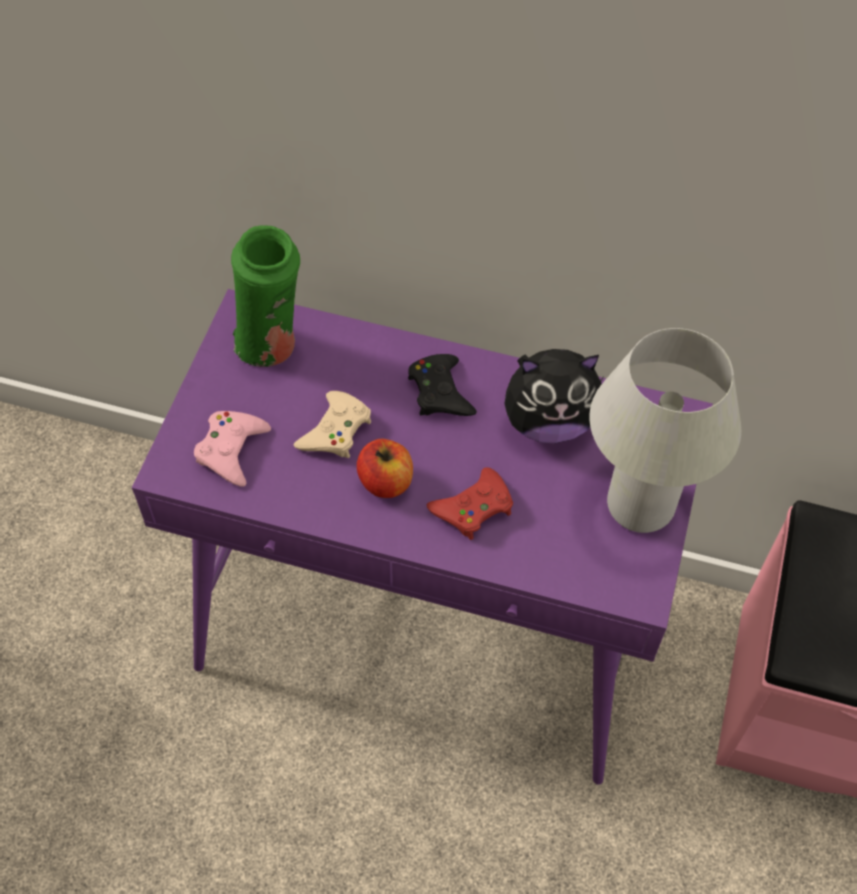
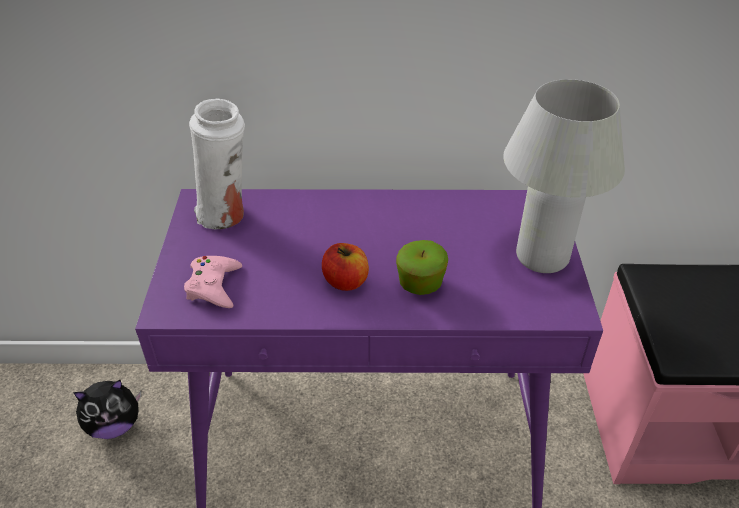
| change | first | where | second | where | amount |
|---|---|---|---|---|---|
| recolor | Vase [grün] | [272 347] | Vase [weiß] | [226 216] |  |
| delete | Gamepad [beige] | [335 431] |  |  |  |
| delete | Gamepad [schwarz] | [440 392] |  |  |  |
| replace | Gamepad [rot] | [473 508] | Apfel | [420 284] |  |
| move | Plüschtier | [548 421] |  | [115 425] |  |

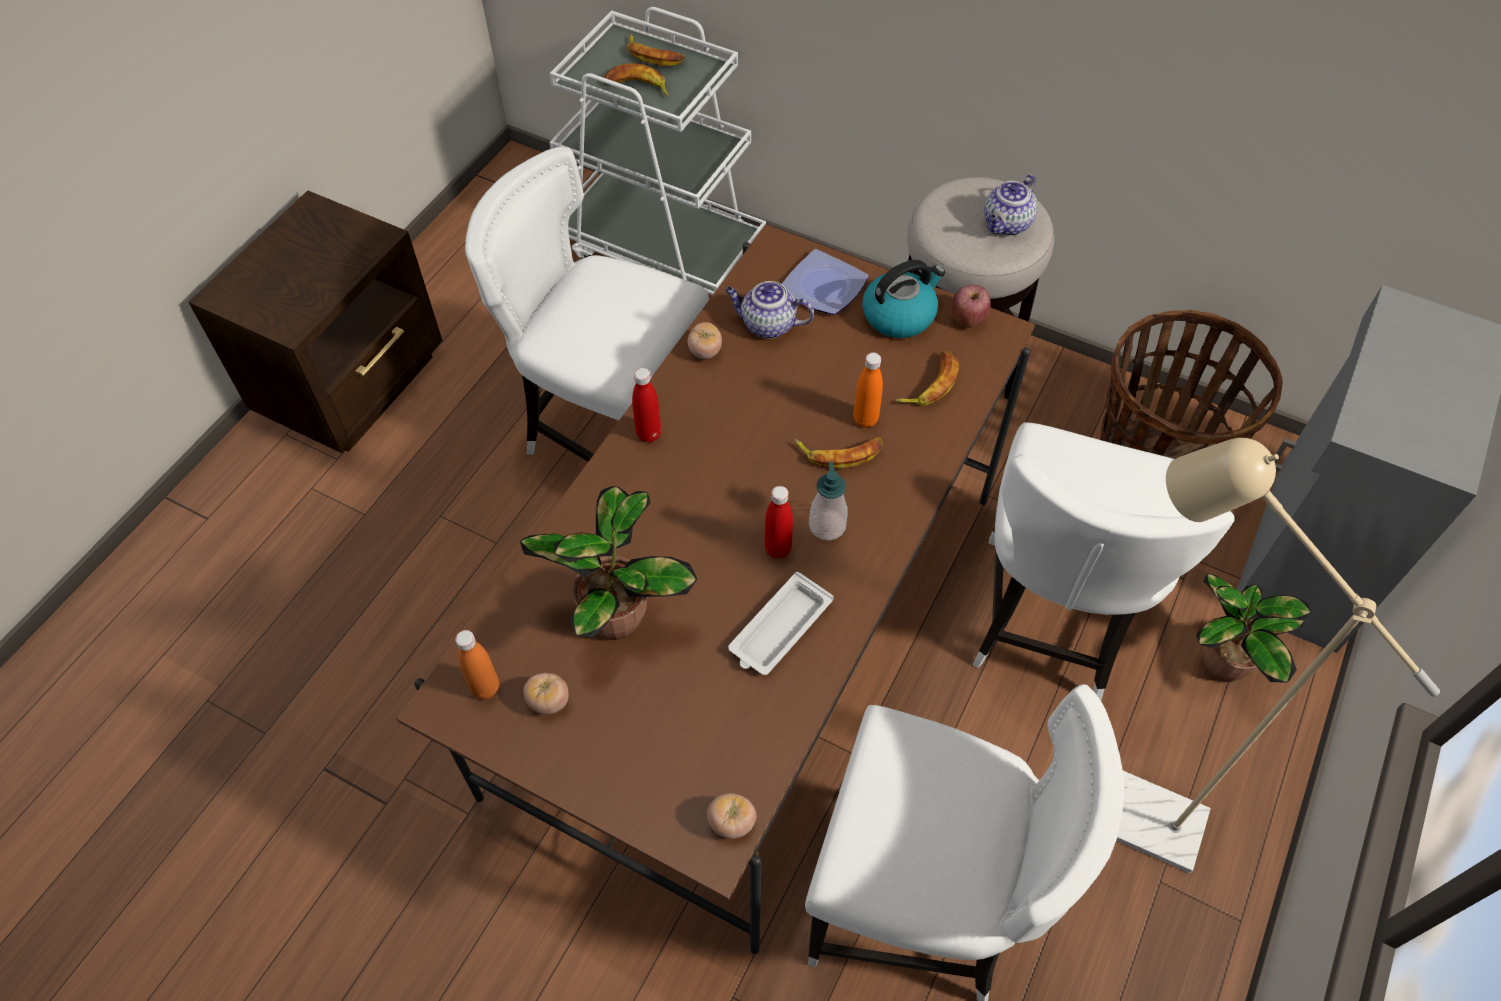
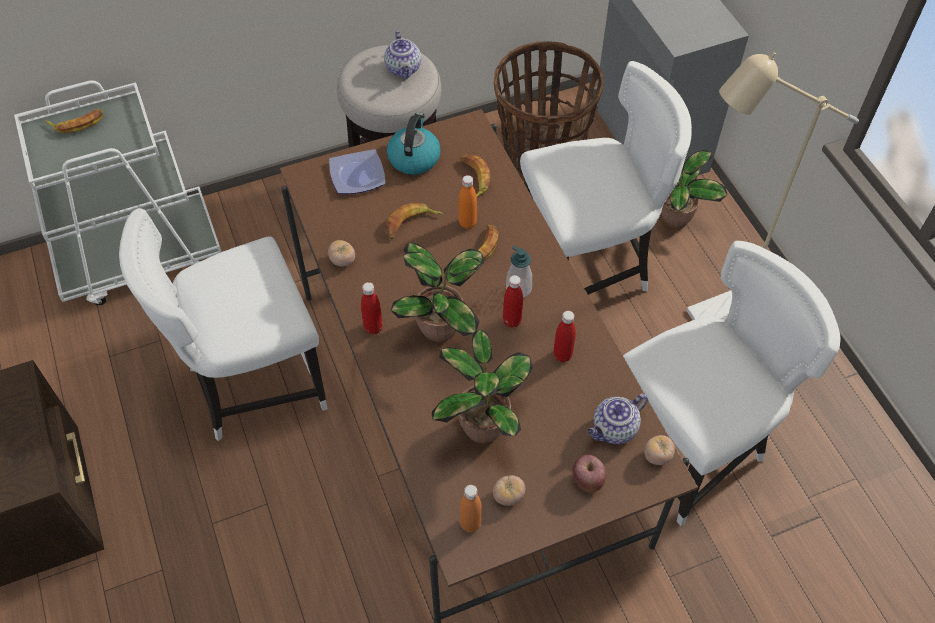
| change | first | where | second | where | amount |
|---|---|---|---|---|---|
| move | Banane | [637 87] |  | [410 224] |  |
| move | Teekanne | [767 325] |  | [614 430] |  |
| replace | Tablett [weiß] | [779 629] | Flasche [rot] | [562 355] |  |
| move | Apfel | [968 319] |  | [587 480] |  |
| rotate | Stuhl [weiß] | [1048 622] |  | [587 269] | 75 degrees counterclockwise |
| insert |  |  | Topfpflanze | [442 327] |  |

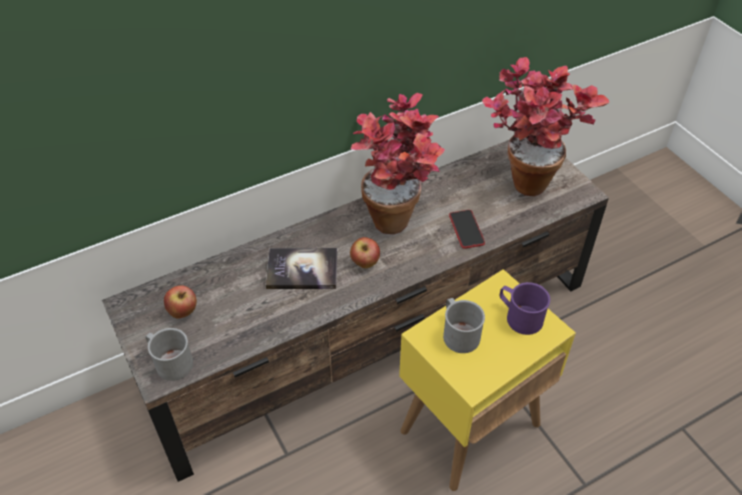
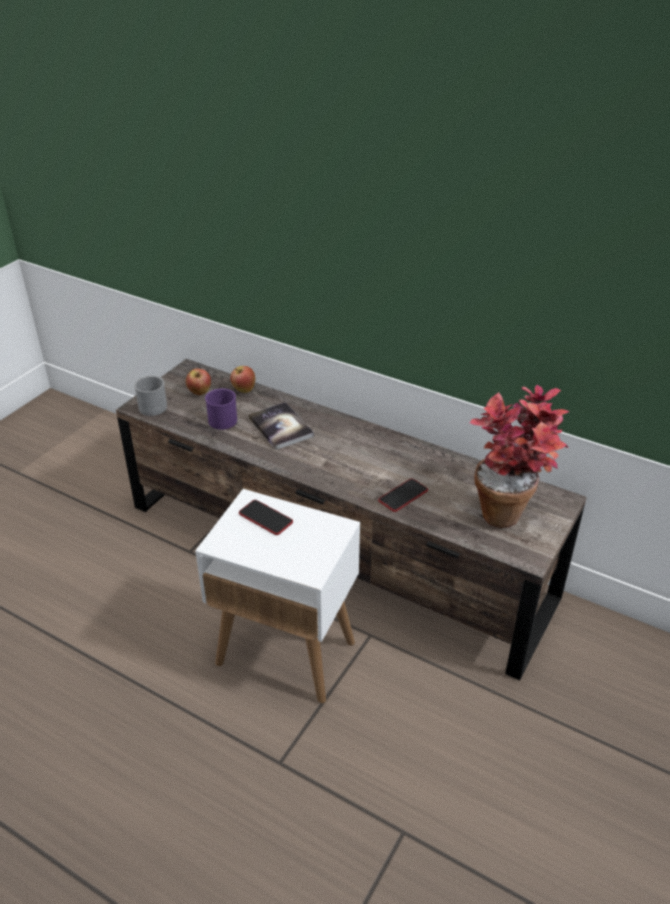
| change | first | where | second | where | amount |
|---|---|---|---|---|---|
| move | Apfel | [365 263] |  | [243 390] |  |
| delete | Topfpflanze | [397 213] |  |  |  |
| recolor | Beistelltisch [gelb] | [471 427] | Beistelltisch [weiß] | [287 653] |  |
| replace | Henkelbecher [grau] | [458 333] | Handy | [265 518] |  |
| move | Henkelbecher [lila] | [519 316] |  | [224 418] |  |

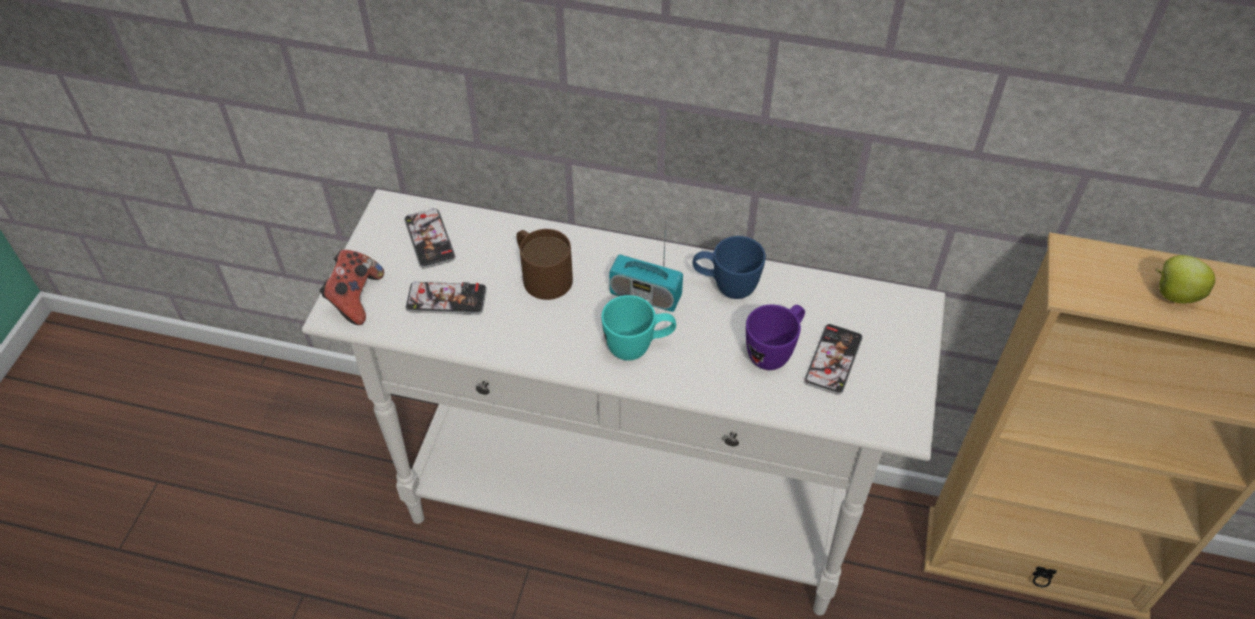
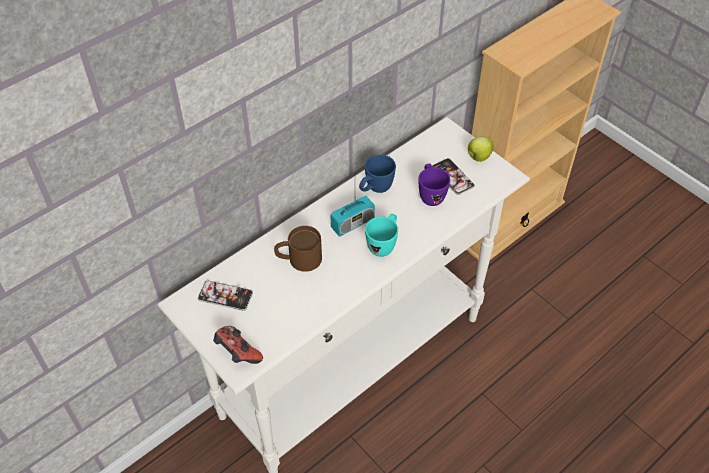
| change | first | where | second | where | amount |
|---|---|---|---|---|---|
| delete | Handy | [446 299] |  |  |  |
| move | Apfel | [1174 294] |  | [478 157] |  |

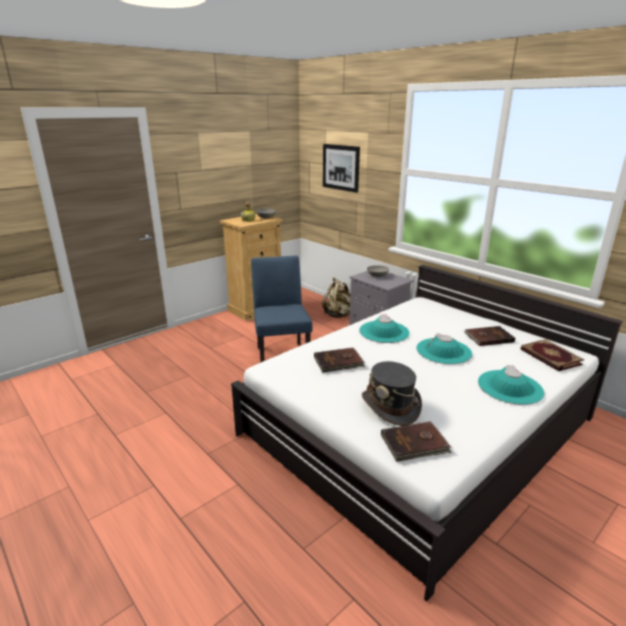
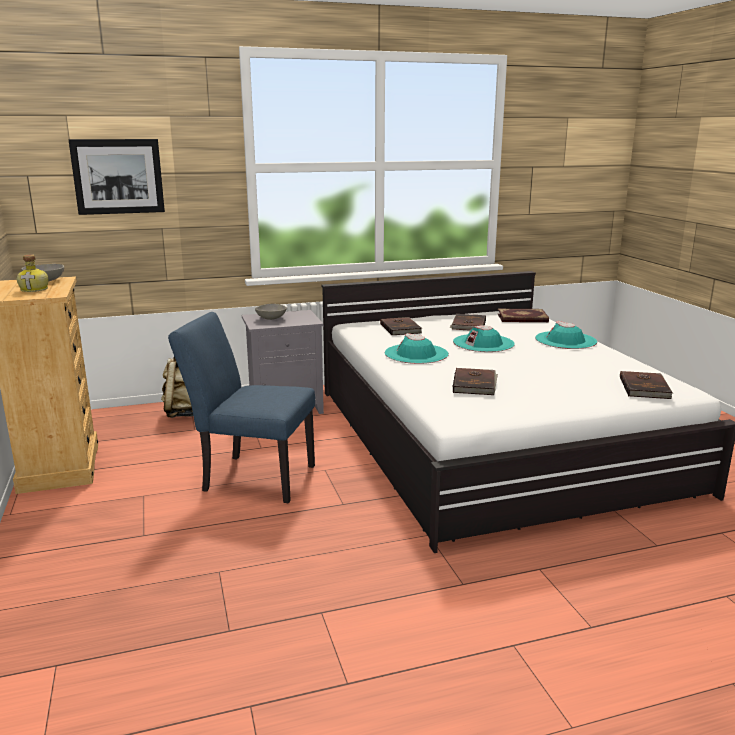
| change | first | where | second | where | amount |
|---|---|---|---|---|---|
| delete | Hut [grau] | [391 406] |  |  |  |
| insert |  |  | Buch [braun] | [401 328] |  |

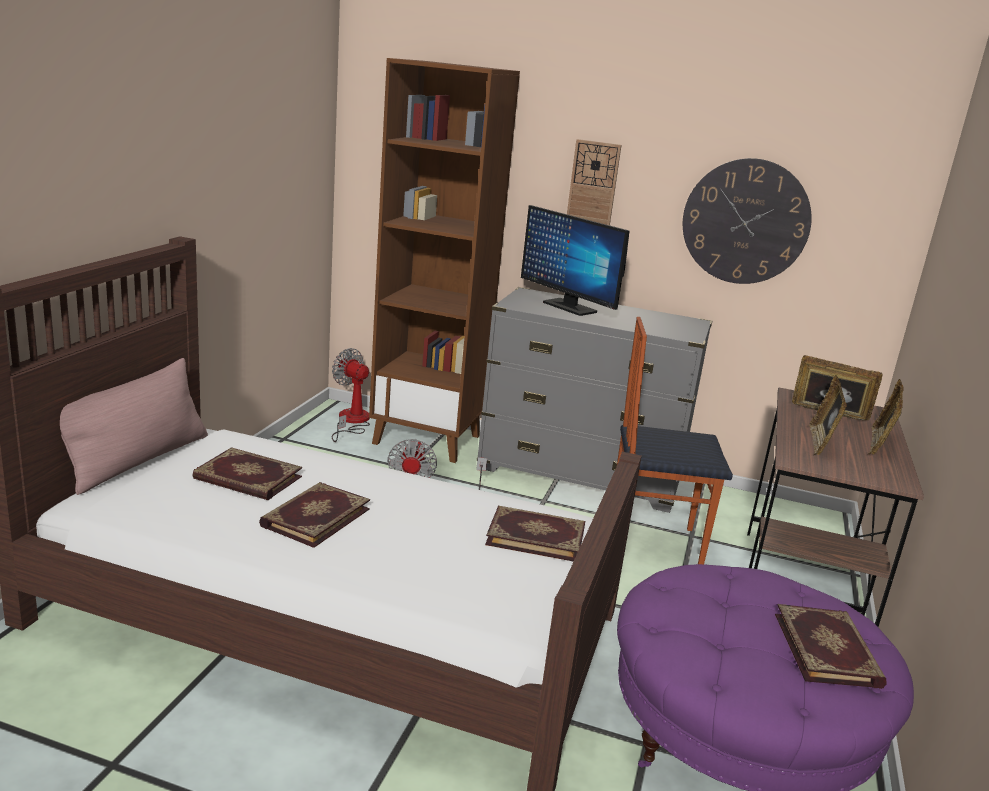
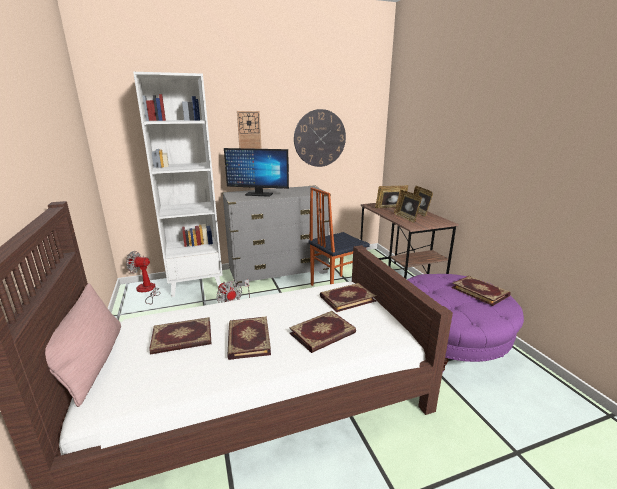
| change | first | where | second | where | amount |
|---|---|---|---|---|---|
| recolor | Bücherregal [braun] | [428 439] | Bücherregal [weiß] | [196 283] |  |
| insert |  |  | Buch | [323 334] |  |

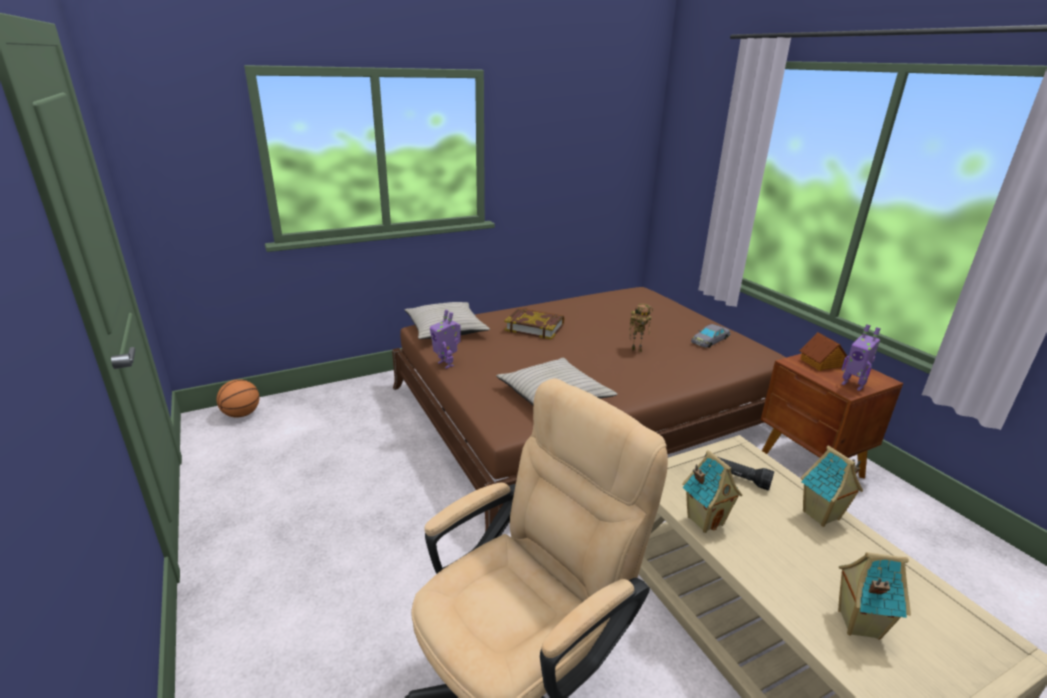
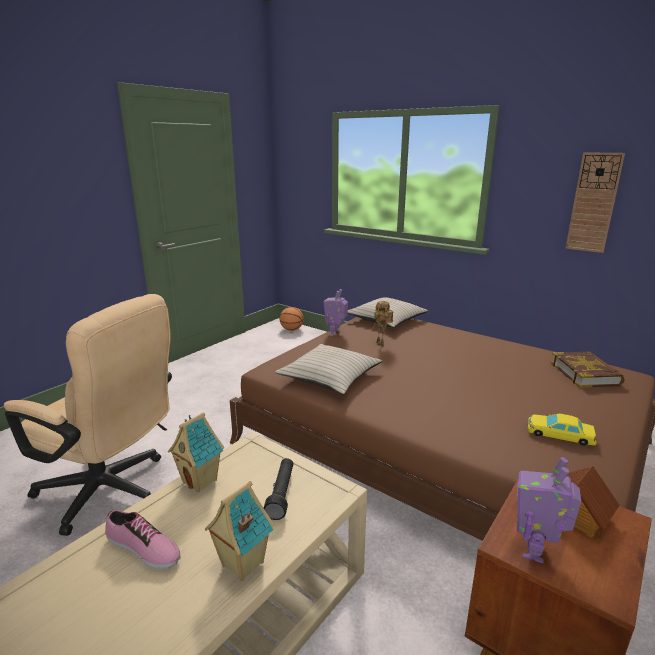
| change | first | where | second | where | amount |
|---|---|---|---|---|---|
| move | Buch | [534 327] |  | [585 373] |  |
| move | Spielzeugroboter | [636 350] |  | [381 344] |  |
| recolor | Spielzeugauto [grau] | [710 340] | Spielzeugauto [gelb] | [559 434] |  |
| delete | Spielzeughaus | [857 623] |  |  |  |
| insert |  |  | Schuh | [142 548] |  |
| insert |  |  | Wanduhr | [593 203] |  |

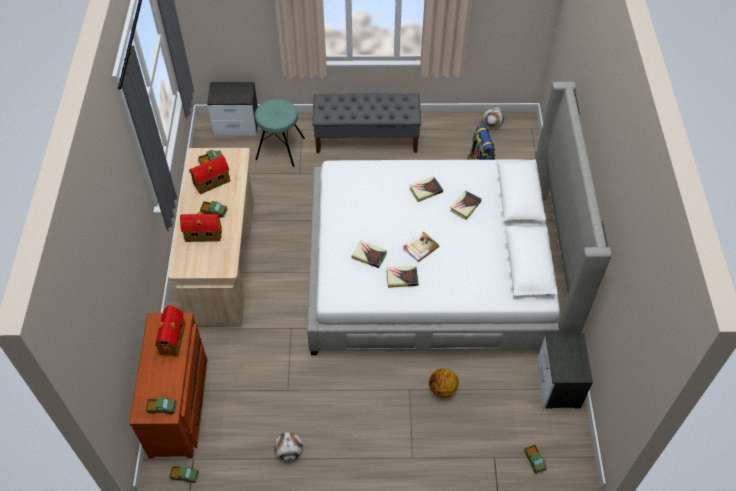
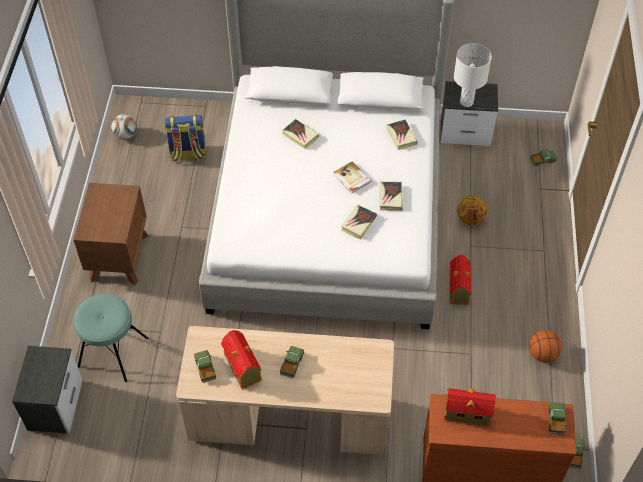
| change | first | where | second | where | amount |
|---|---|---|---|---|---|
| move | Spielzeughaus | [202 234] |  | [458 289] |  |
| replace | Fußball | [289 452] | Basketball | [542 354] |  |
| replace | Bank [grau] | [367 139] | Nachttisch [braun] | [119 256] |  |
| move | Buch | [425 190] |  | [401 136] |  |
| insert |  |  | Tischlampe [weiß] | [466 102] |  |

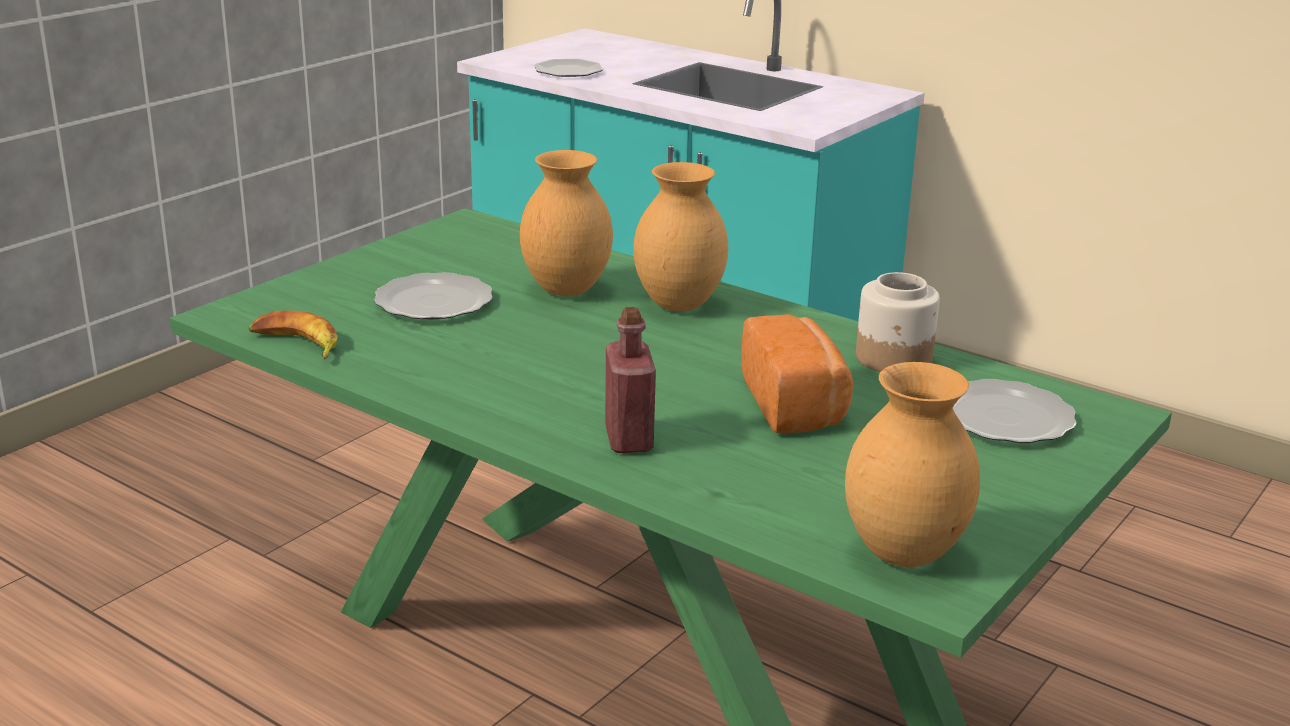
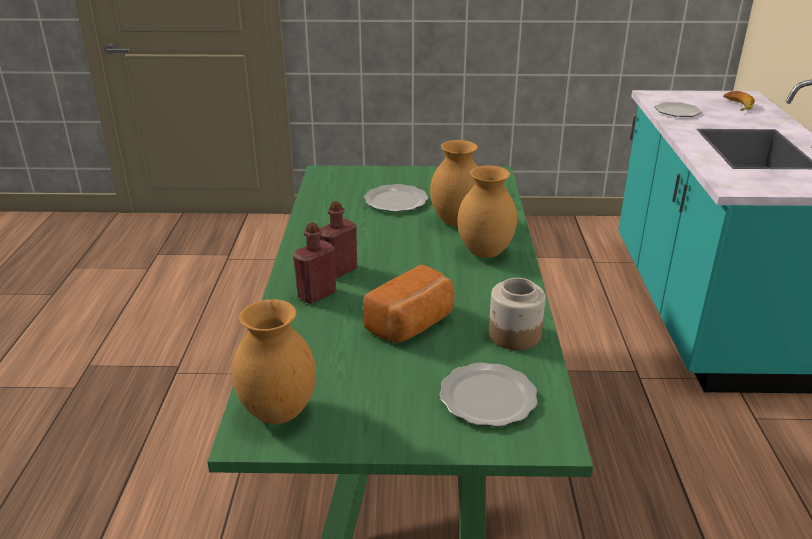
| change | first | where | second | where | amount |
|---|---|---|---|---|---|
| move | Banane | [296 344] |  | [737 105] |  |
| insert |  |  | Flasche [rot] | [339 270] |  |

